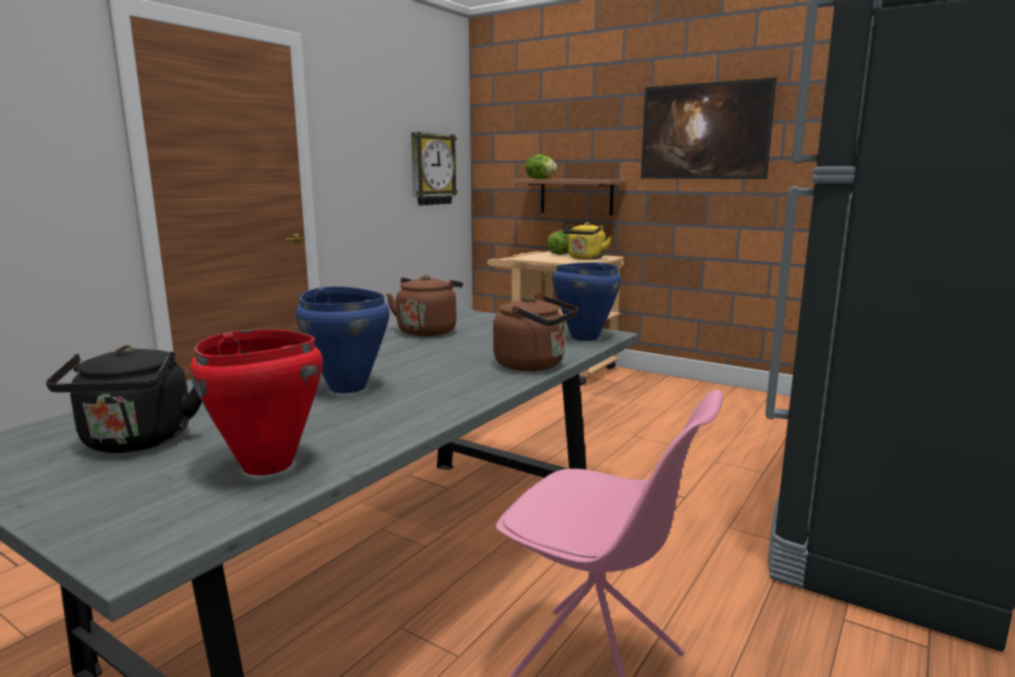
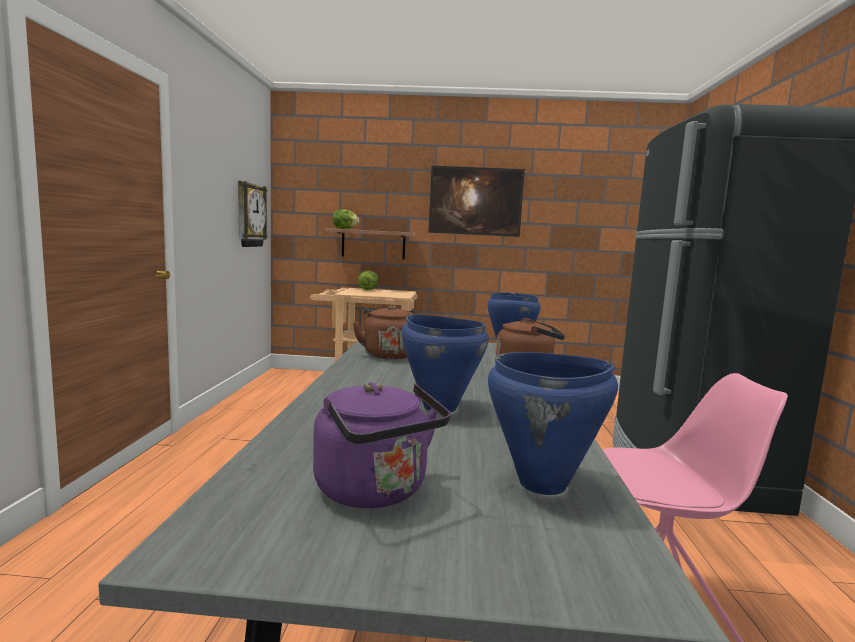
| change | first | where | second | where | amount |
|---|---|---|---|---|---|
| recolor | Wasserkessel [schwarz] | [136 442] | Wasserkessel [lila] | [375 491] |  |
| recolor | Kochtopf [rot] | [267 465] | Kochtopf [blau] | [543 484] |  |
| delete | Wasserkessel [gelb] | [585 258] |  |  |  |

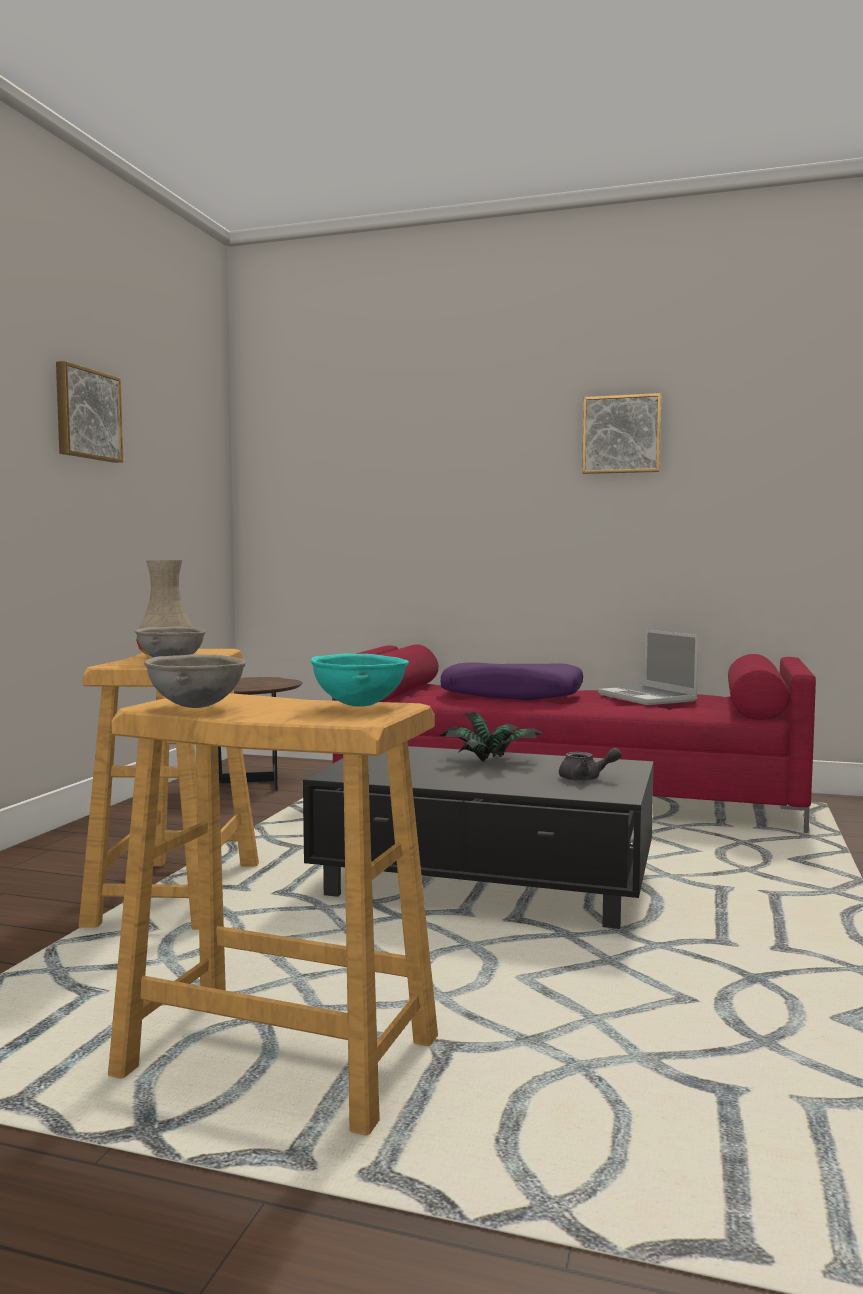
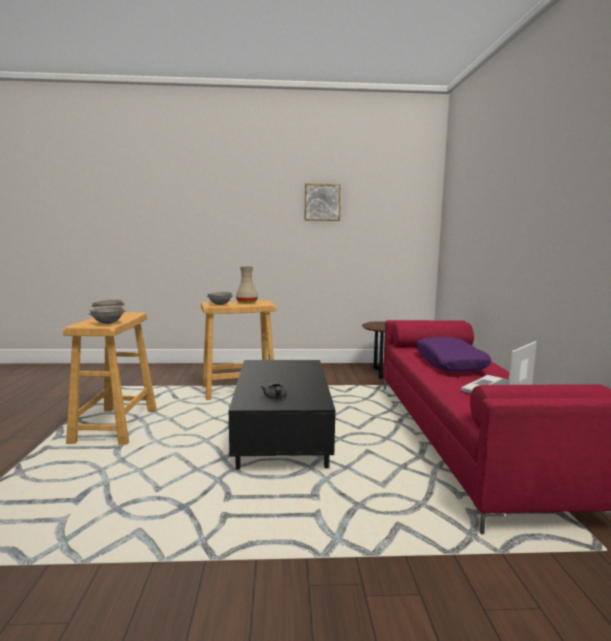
| change | first | where | second | where | amount |
|---|---|---|---|---|---|
| recolor | Schüssel [türkis] | [361 705] | Schüssel [grau] | [108 323] |  |
| delete | Topfpflanze | [491 761] |  |  |  |
| delete | Bild | [621 434] |  |  |  |

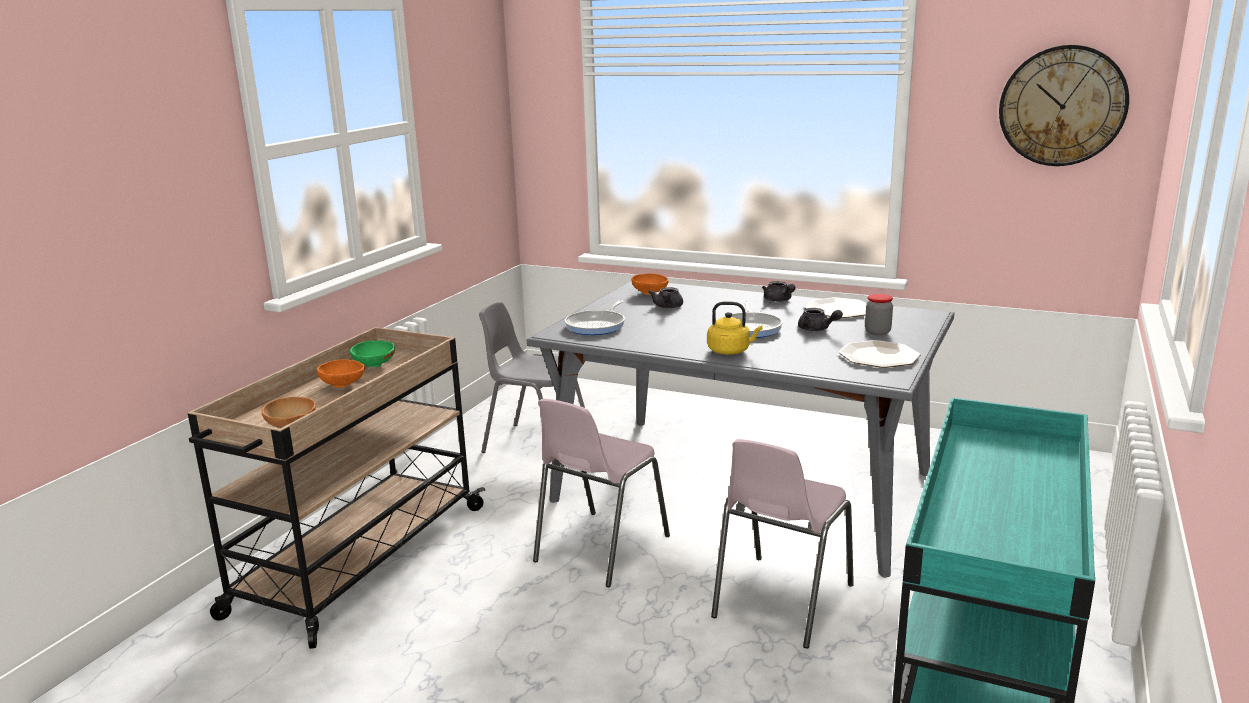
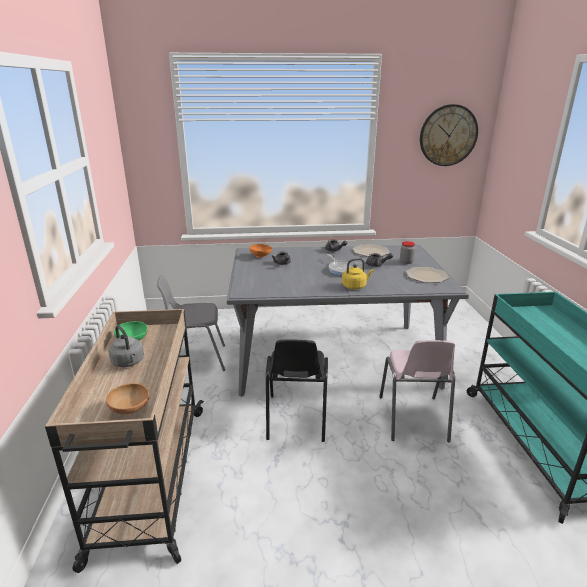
| change | first | where | second | where | amount |
|---|---|---|---|---|---|
| replace | Schüssel [orange] | [344 385] | Wasserkessel [grau] | [128 362] |  |
| recolor | Stuhl [rosa] | [599 549] | Stuhl [schwarz] | [296 418] |  |
| delete | Pfanne | [597 325] |  |  |  |

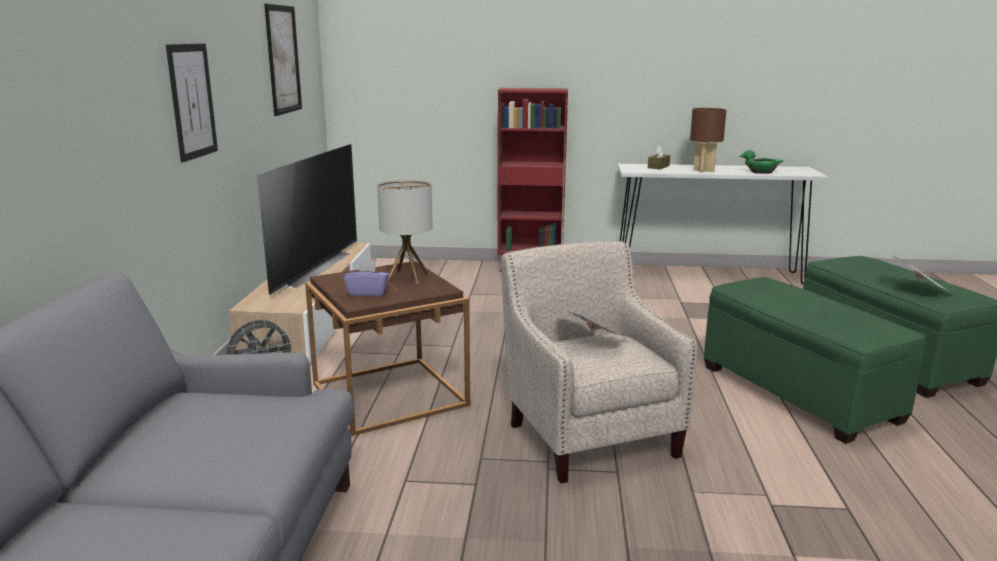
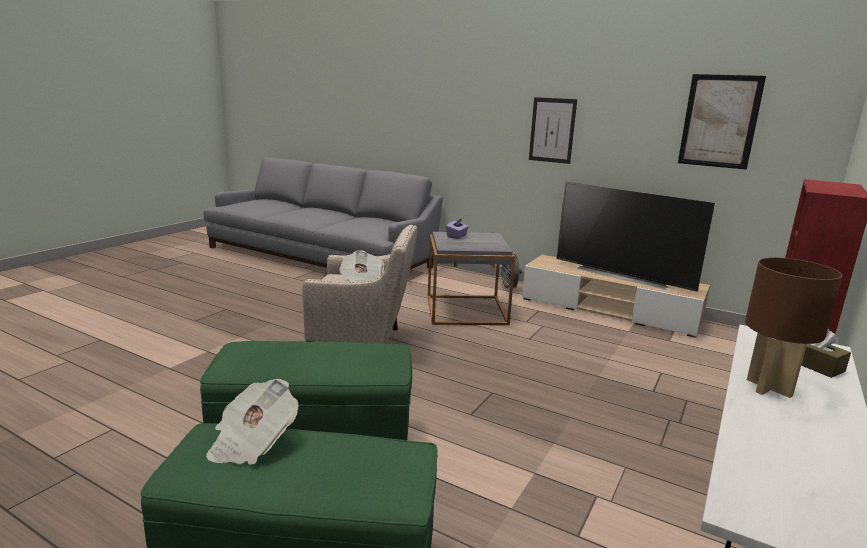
| change | first | where | second | where | amount |
|---|---|---|---|---|---|
| recolor | Beistelltisch [braun] | [389 394] | Beistelltisch [grau] | [466 310] |  |
| delete | Tischlampe | [407 277] |  |  |  |
| delete | Schüssel [grün] | [761 172] |  |  |  |

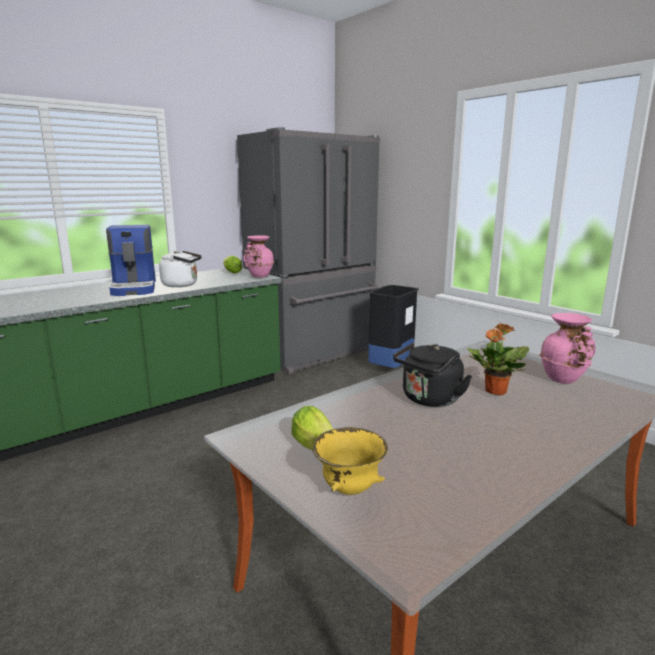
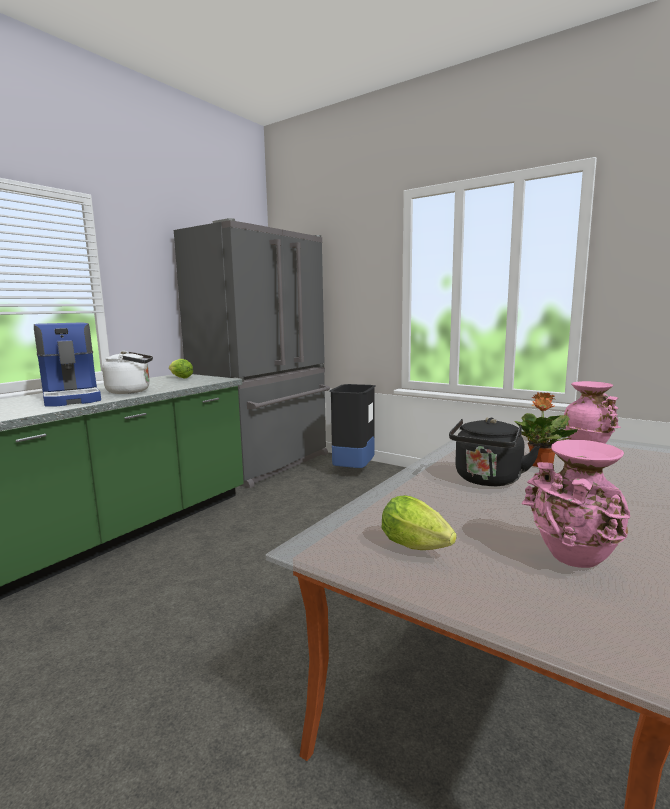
| change | first | where | second | where | amount |
|---|---|---|---|---|---|
| move | Vase [rosa] | [258 276] |  | [573 559] |  |
| delete | Schüssel [gelb] | [349 489] |  |  |  |

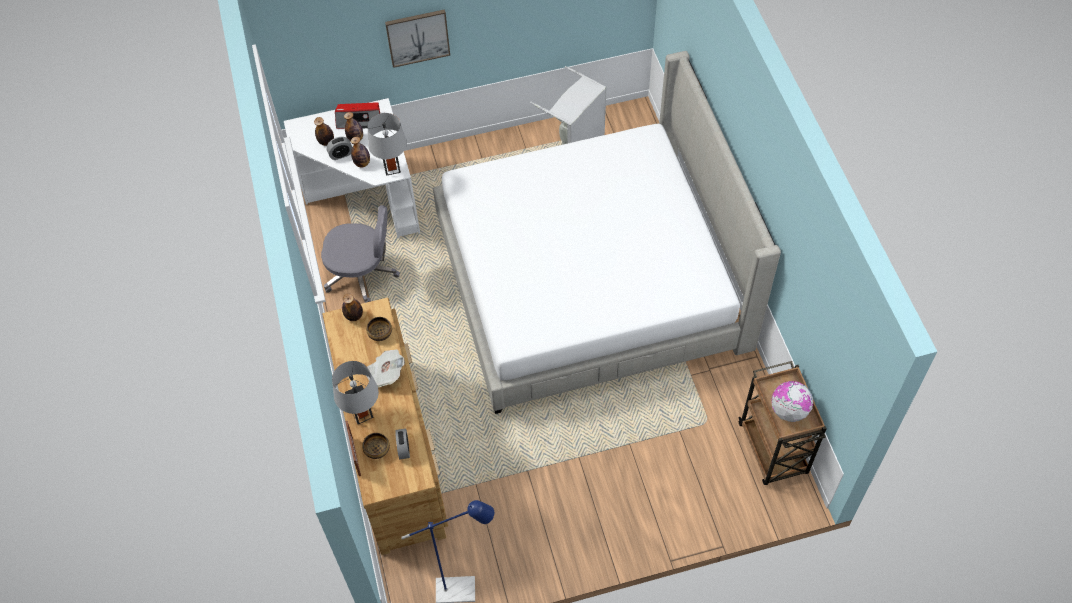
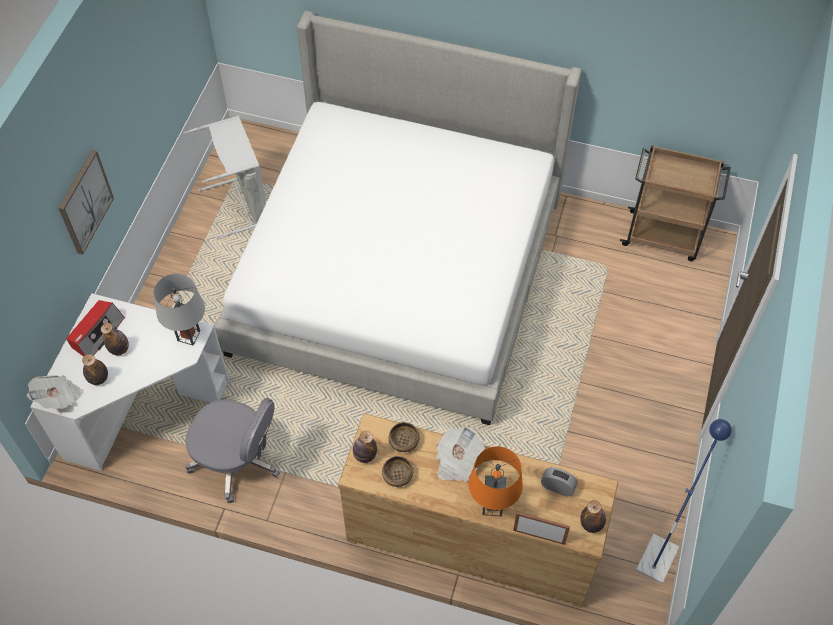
| change | first | where | second | where | amount |
|---|---|---|---|---|---|
| rotate | Bürostuhl [grau] | [362 273] |  | [237 460] | 75 degrees clockwise |
| delete | Wecker | [341 154] |  |  |  |
| recolor | Tischlampe [grau] | [362 414] | Tischlampe [orange] | [492 506] |  |
| move | Flasche | [362 163] |  | [591 524] |  |
| move | Schüssel | [376 449] |  | [397 475] |  |
| delete | Globus | [788 410] |  |  |  |
| insert |  |  | Zeitung | [58 397] |  |

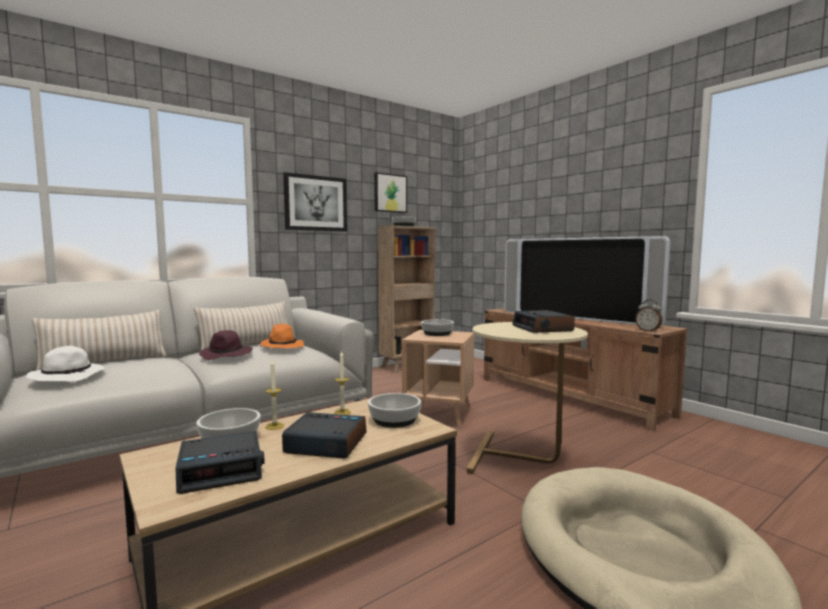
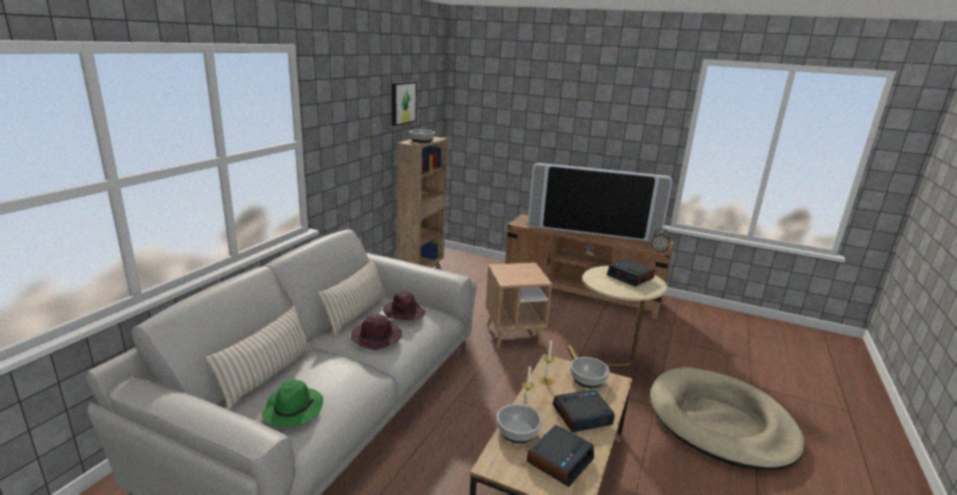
| change | first | where | second | where | amount |
|---|---|---|---|---|---|
| recolor | Hut [weiß] | [68 376] | Hut [grün] | [293 409] |  |
| recolor | Hut [orange] | [281 347] | Hut [lila] | [403 313] |  |
| delete | Bild | [315 203] |  |  |  |
| delete | Schüssel | [436 333] |  |  |  |

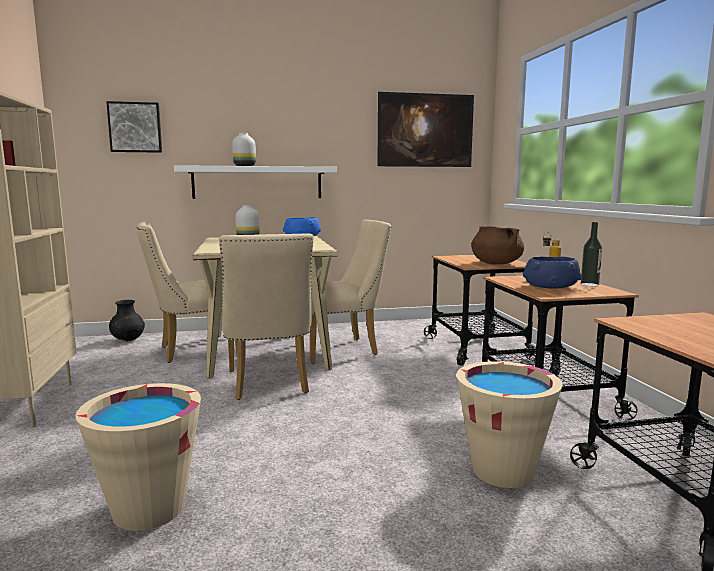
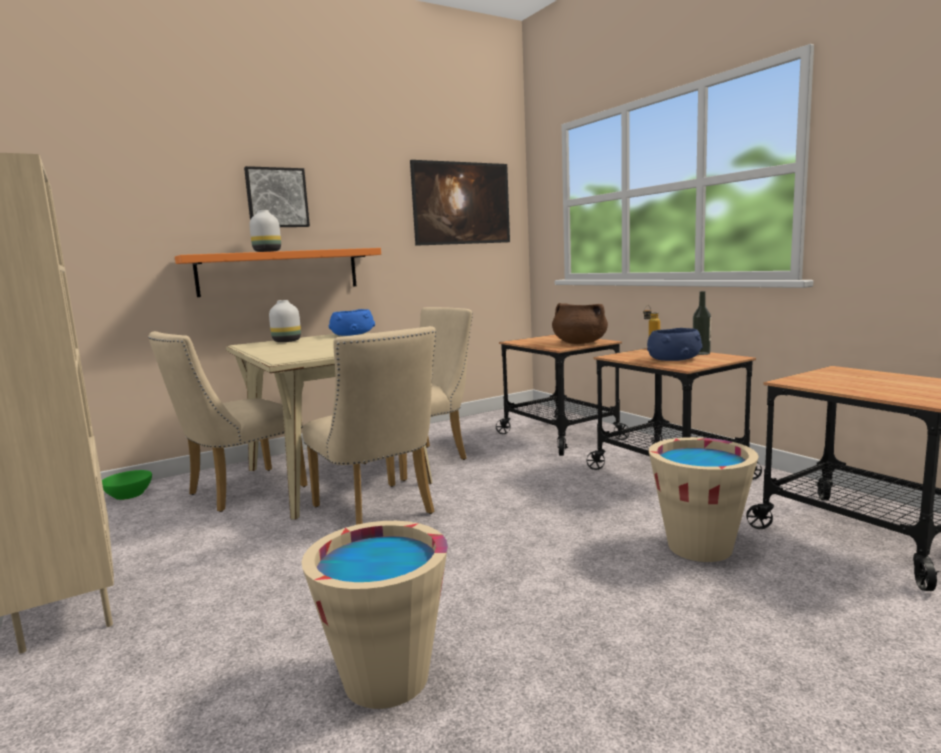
| change | first | where | second | where | amount |
|---|---|---|---|---|---|
| move | Bild | [135 127] |  | [276 198] |  |
| replace | Vase [schwarz] | [128 340] | Schüssel [grün] | [129 495] |  |
| recolor | Wandregal [weiß] | [257 182] | Wandregal [orange] | [279 272] |  |

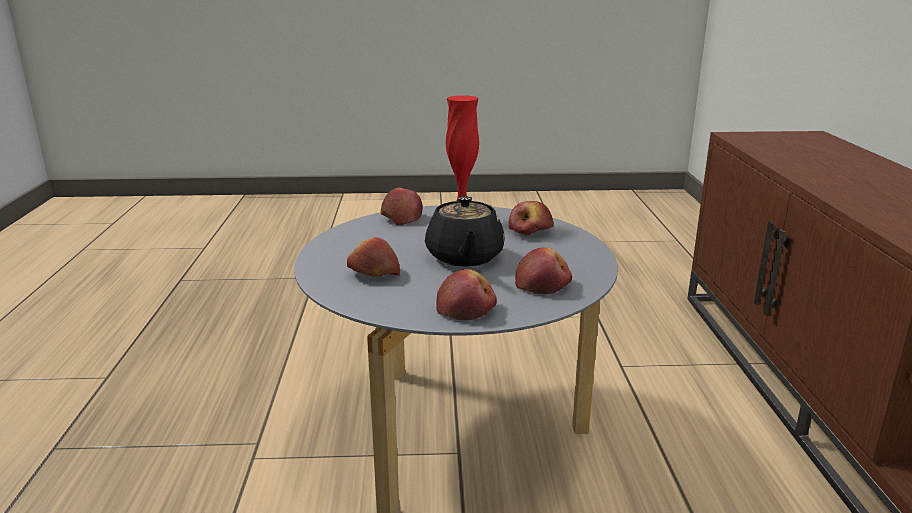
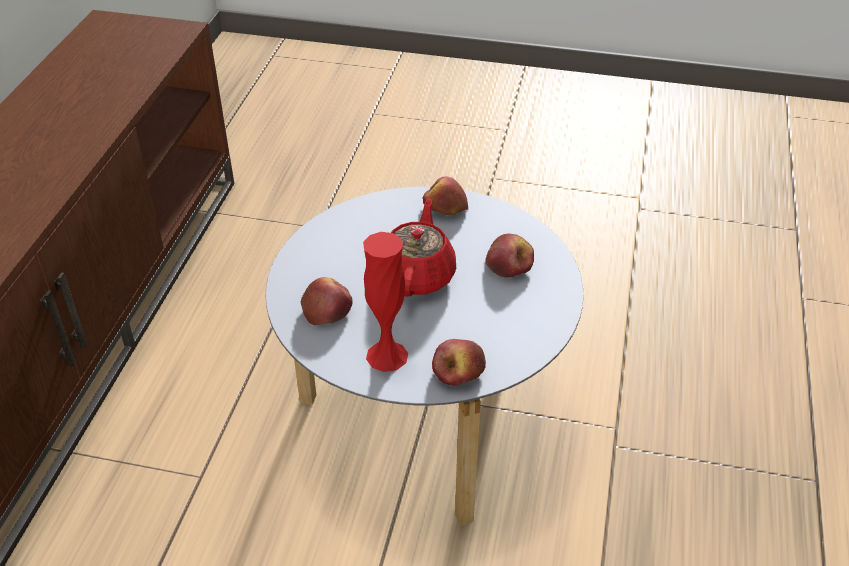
| change | first | where | second | where | amount |
|---|---|---|---|---|---|
| recolor | Teekanne [schwarz] | [464 257] | Teekanne [rot] | [418 275] |  |
| delete | Apfel | [543 285] |  |  |  |

